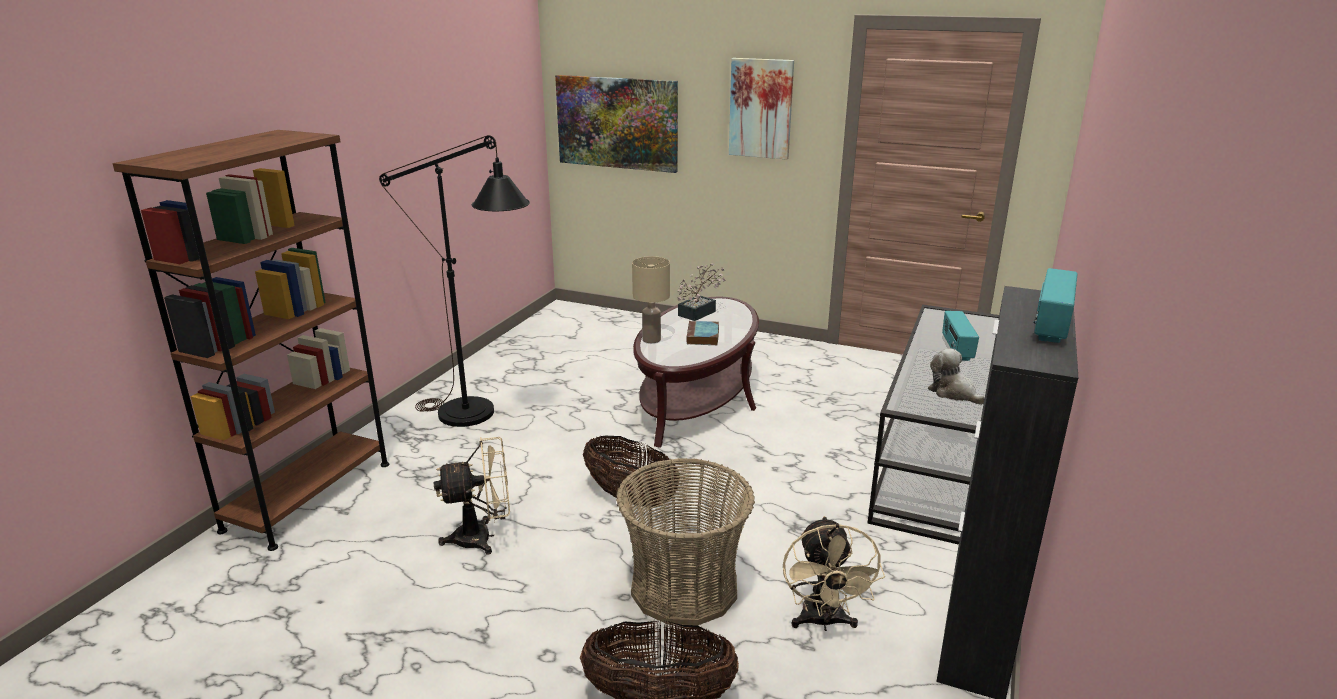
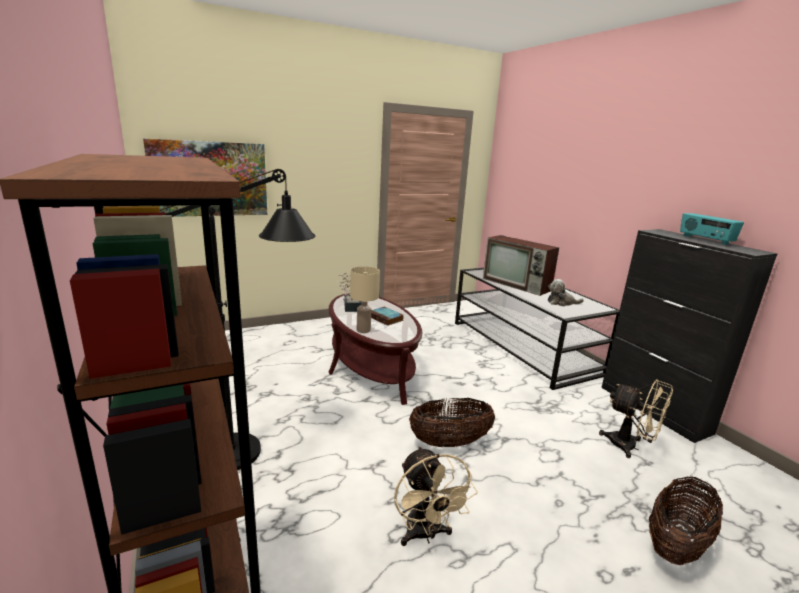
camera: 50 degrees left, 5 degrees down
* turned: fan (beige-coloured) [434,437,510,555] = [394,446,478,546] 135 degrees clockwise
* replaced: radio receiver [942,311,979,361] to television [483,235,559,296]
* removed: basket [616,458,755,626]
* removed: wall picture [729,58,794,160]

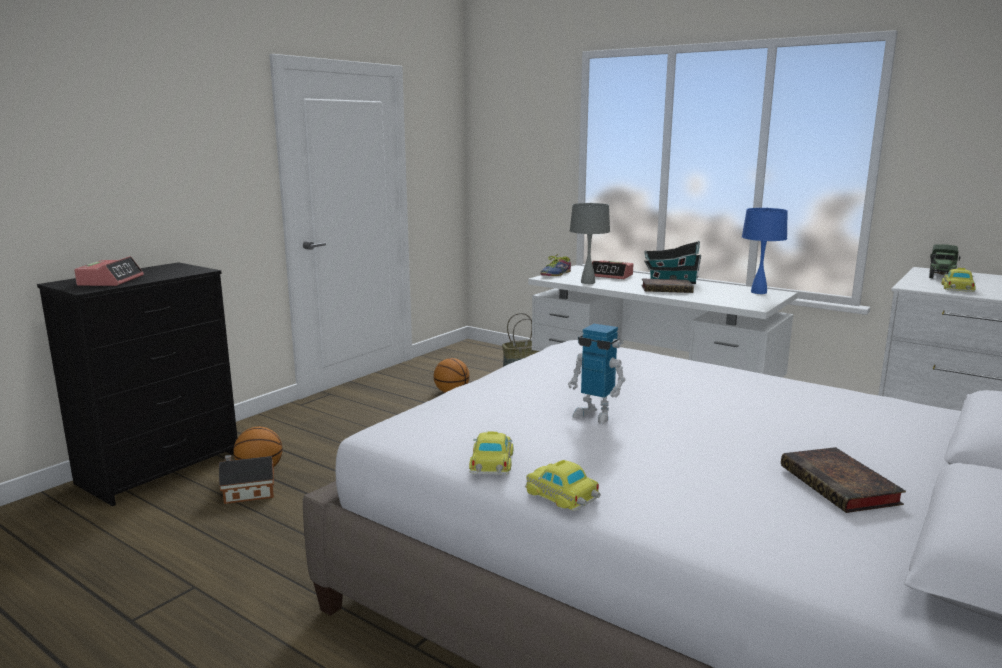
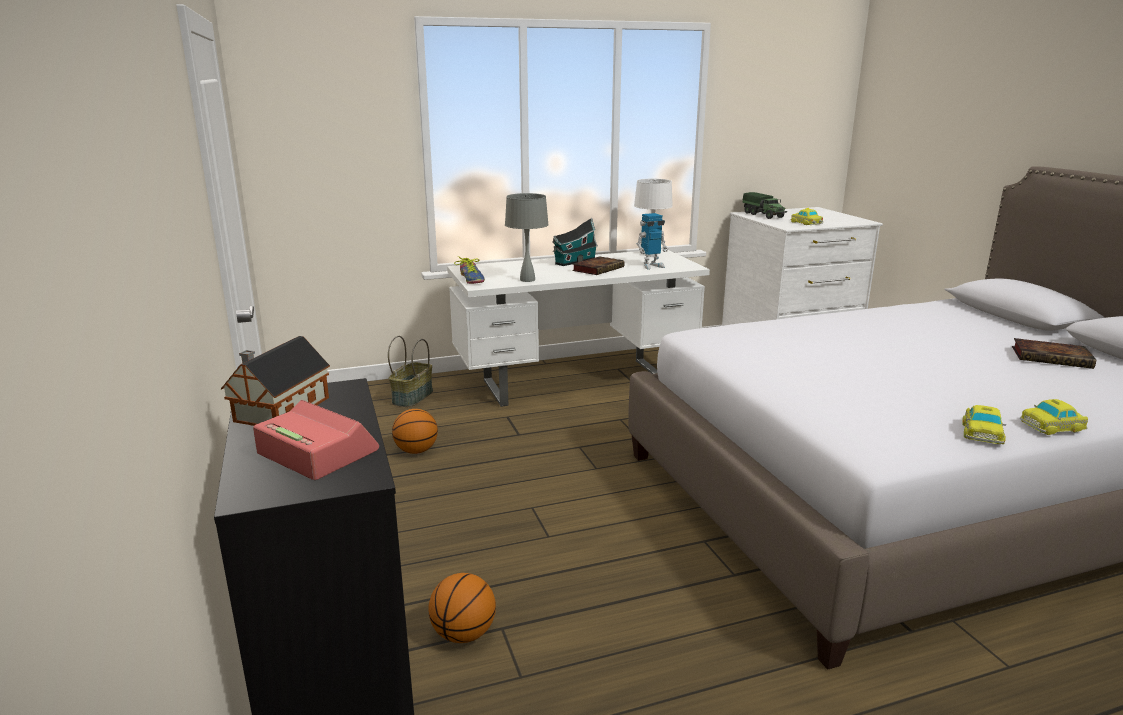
camera: 55 degrees left, 5 degrees up
* moved: miniature house [219,455,274,504] to [221,336,330,426]
* recoloured: lamp for a table (blue-coloured) [742,207,788,294] to lamp for a table (whitish) [634,179,673,257]
* moved: model robot [568,324,625,424] to [637,213,668,270]
* turned: toy car [469,432,514,474] = [962,405,1006,444] 105 degrees counterclockwise
* removed: bedside clock [592,260,633,279]

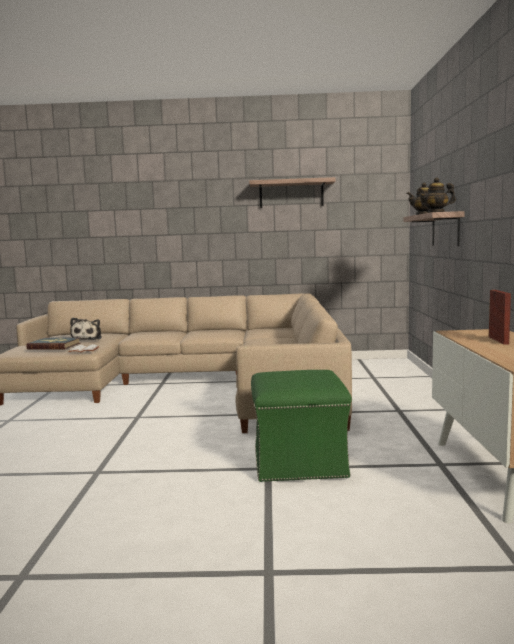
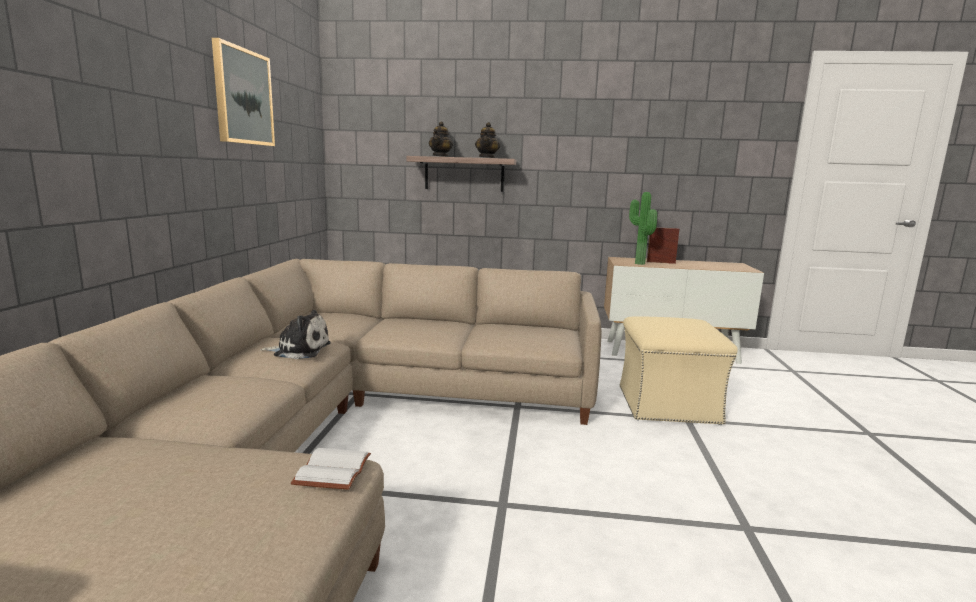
camera: 85 degrees left, 5 degrees up
* replaced: wall shelf [249,177,336,208] to wall picture [212,38,275,146]
* moved: soft toy [70,318,102,340] to [260,310,331,359]
* recoloured: ottoman (greenish) [251,370,352,482] to ottoman (beige-coloured) [619,317,738,425]
* added: plant in a pot [629,192,657,265]
* removed: volume [26,337,80,349]

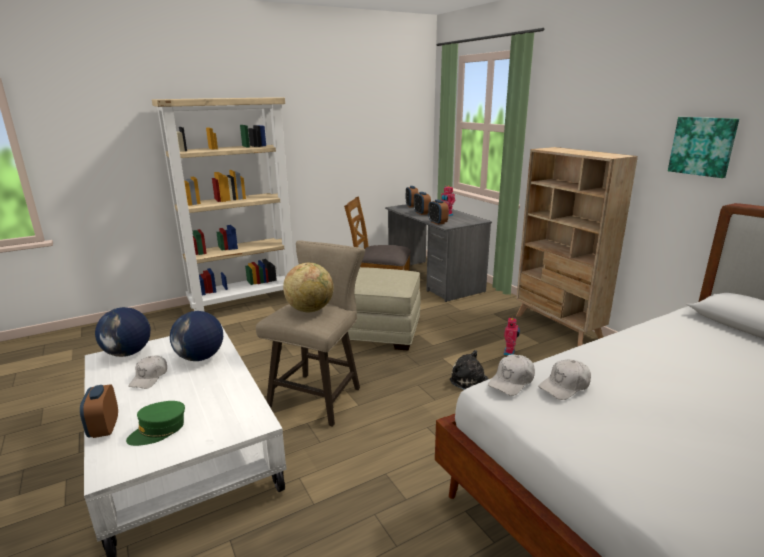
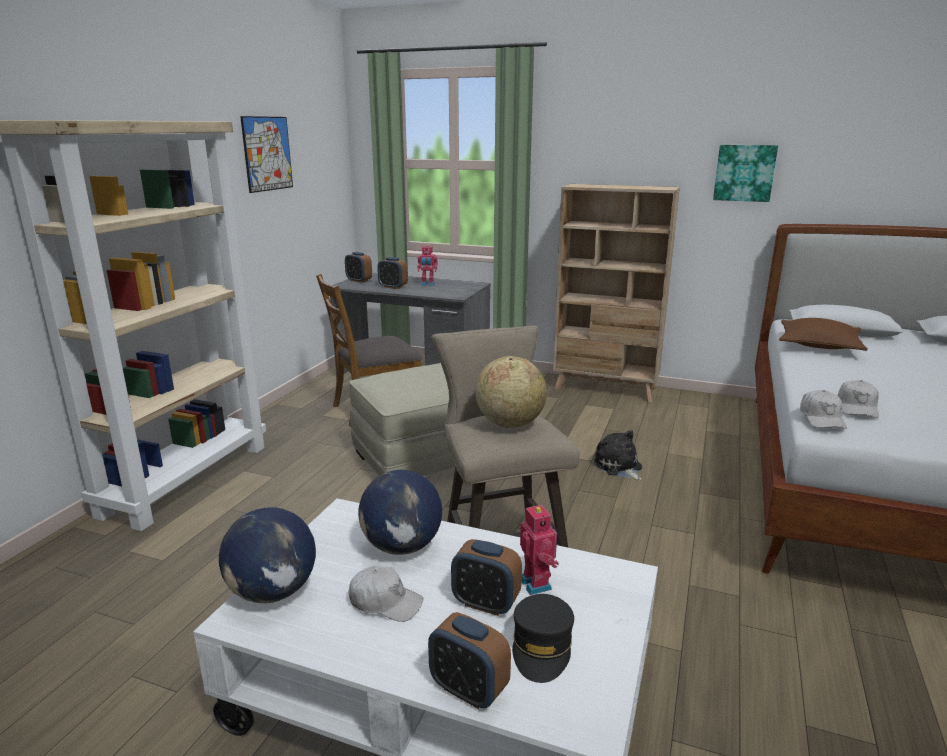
camera: 40 degrees left, 0 degrees up
* added: wall picture [240,116,293,193]
* turned: peaked cap (whitish) [128,355,167,389] = [349,566,424,622] 45 degrees counterclockwise
* moved: bedside clock [428,200,449,225] to [451,539,522,616]
* recoloured: peaked cap (greenish) [126,401,185,446] to peaked cap (blackish) [512,594,574,683]
* moved: model robot [503,318,520,355] to [520,503,559,595]
* turned: soft toy [450,350,489,390] = [594,430,642,481] 60 degrees clockwise
* added: throw pillow (brown-coloured) [779,318,868,351]

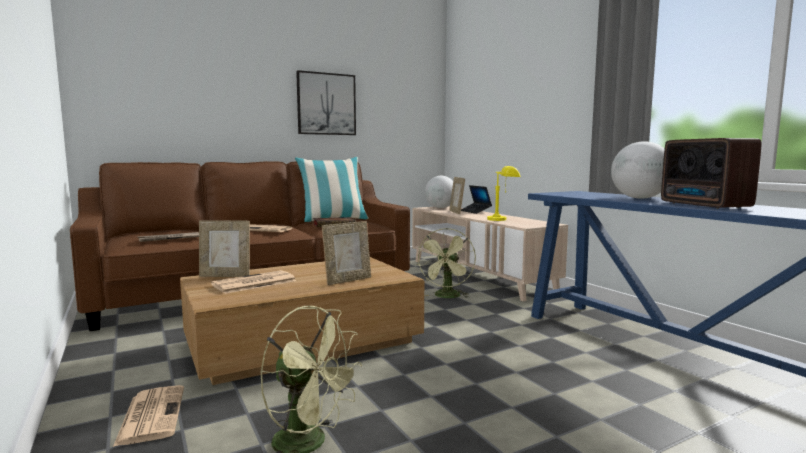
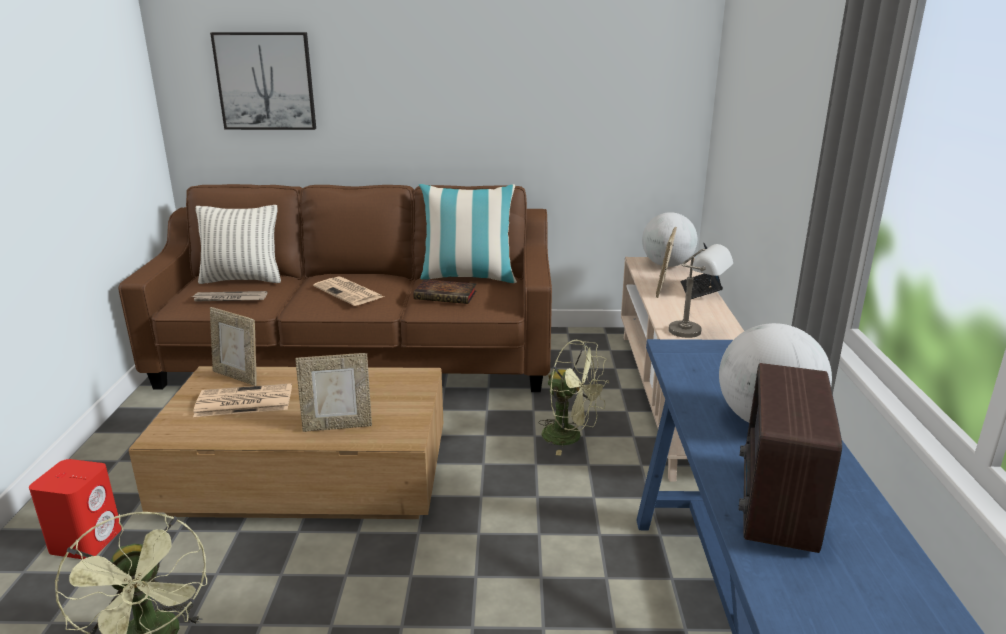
camera: 30 degrees right, 15 degrees up
* replaced: newspaper [113,385,184,447] to speaker (red) [29,459,122,559]
* added: throw pillow [195,205,281,284]
* moved: wall picture [296,70,356,135] to [210,32,316,130]
* turned: fan (greenish) [418,228,476,298] = [538,340,609,456] 105 degrees counterclockwise
* recoloured: lamp for a table (yellowish) [487,166,520,221] to lamp for a table (greyish) [669,244,733,338]

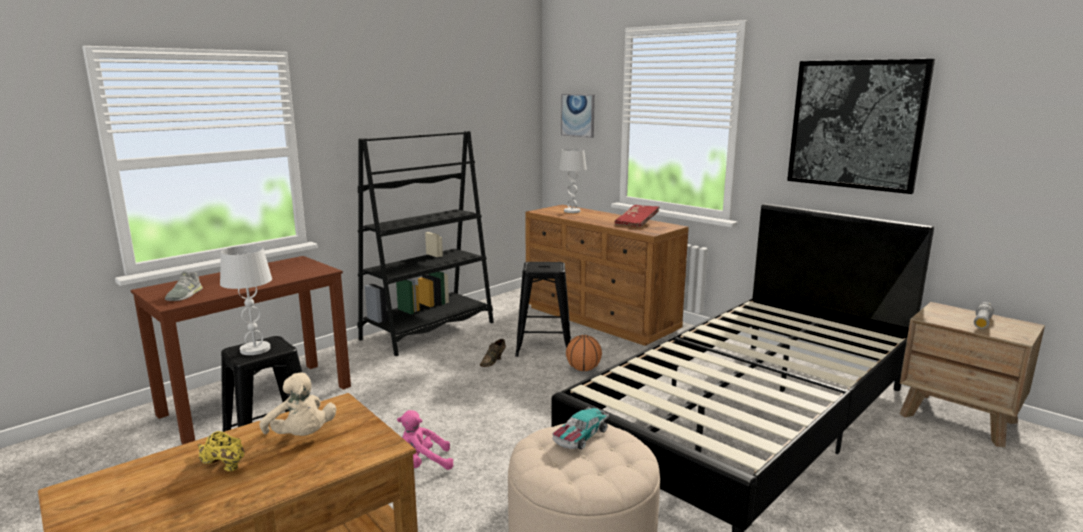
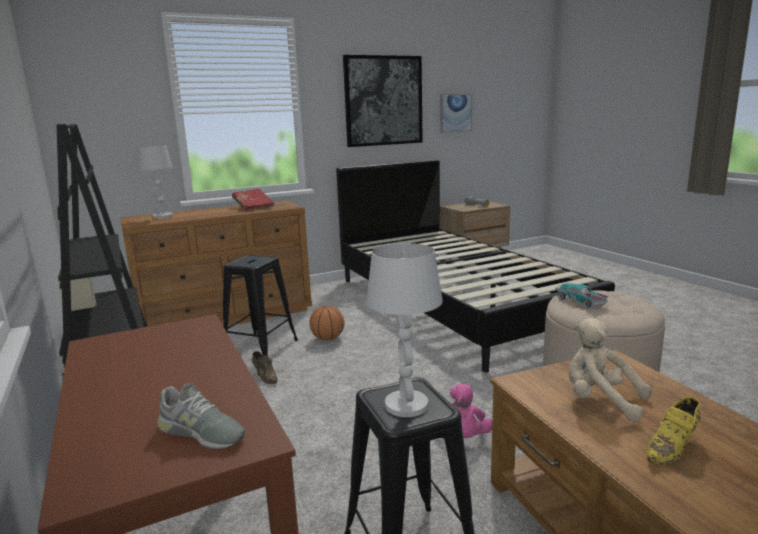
camera: 70 degrees left, 0 degrees up
* moved: wall picture [561,94,595,138] to [440,94,472,133]
* turned: soft toy (beige-coloured) [259,372,336,436] = [568,318,651,421] 120 degrees counterclockwise

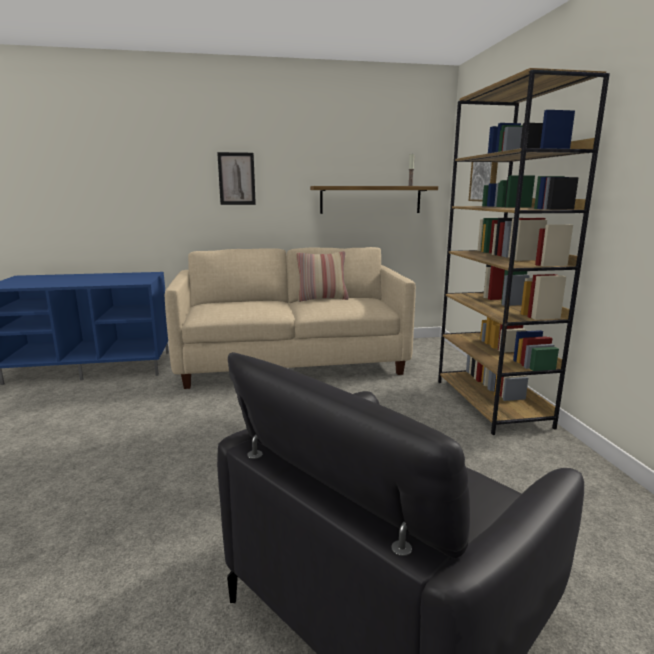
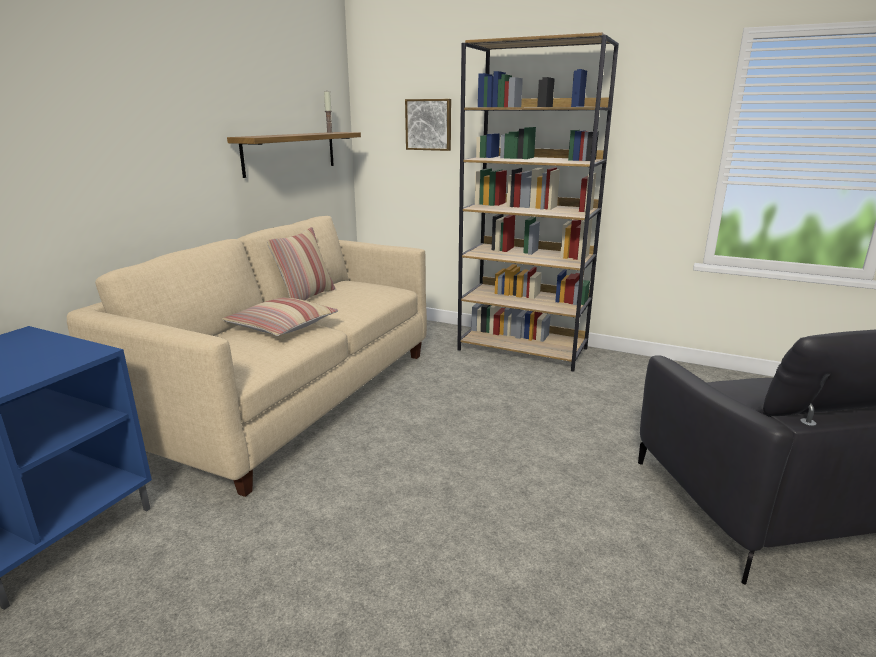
camera: 55 degrees left, 5 degrees up
* added: throw pillow [222,297,338,336]
* removed: wall picture [217,152,256,205]

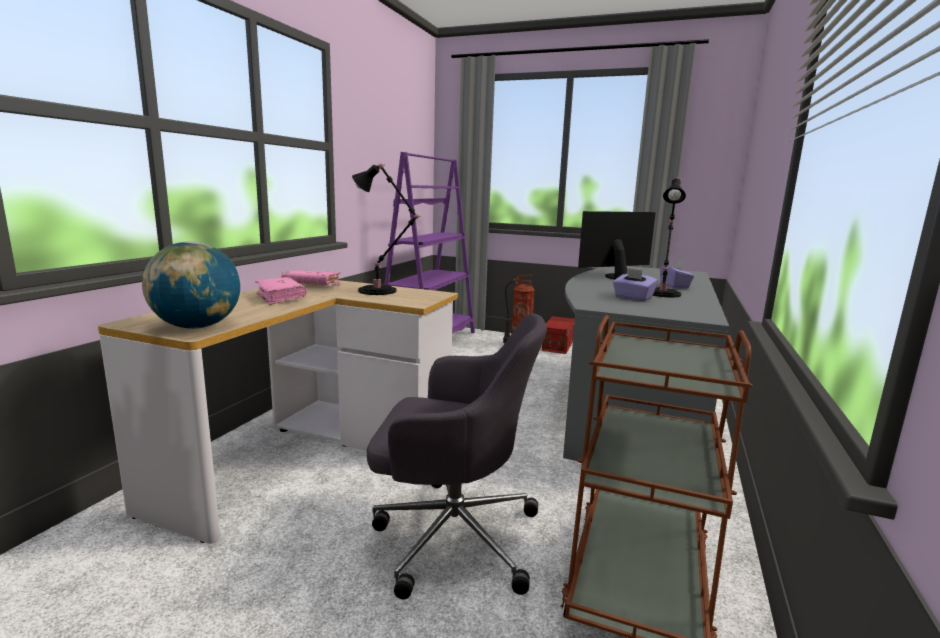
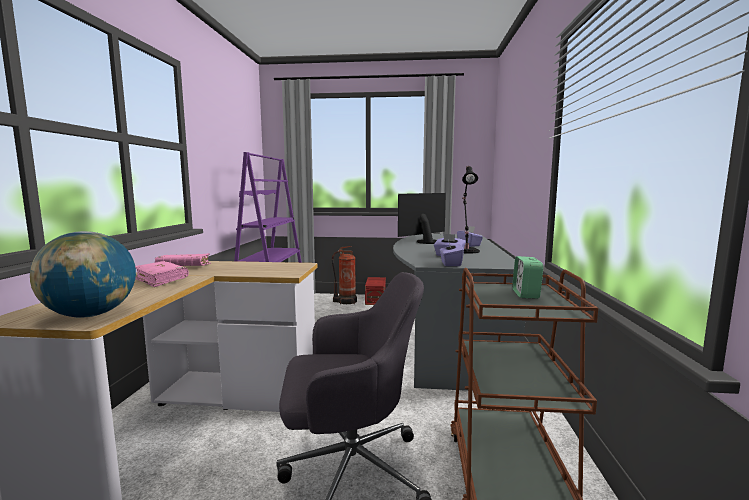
camera: 15 degrees left, 5 degrees down
* added: tissue holder (purple) [439,240,464,266]
* added: bedside clock [512,256,543,299]
* removed: lamp for a table (blackish) [352,164,419,295]

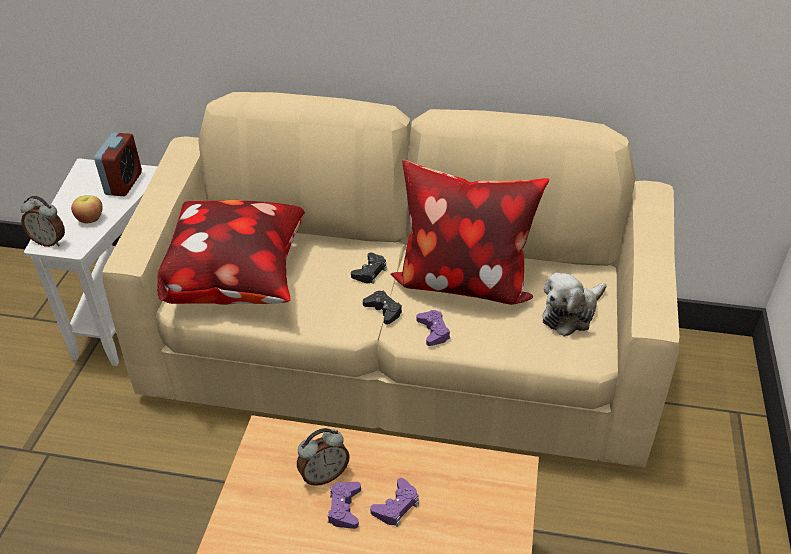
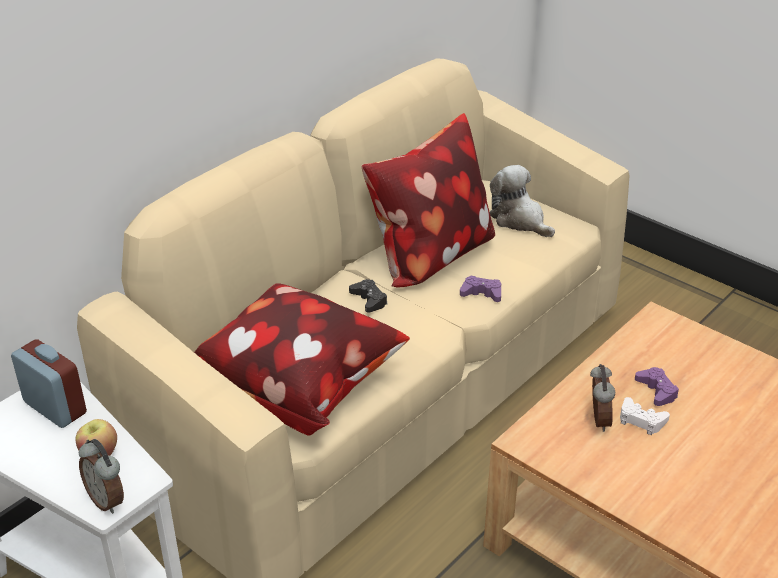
camera: 60 degrees left, 5 degrees down
* turned: bedside clock [20,196,65,247] = [79,439,124,514] 90 degrees clockwise
* turned: soft toy [542,273,607,336] = [490,165,555,237] 150 degrees clockwise
* recoloured: game controller (purple) [328,482,361,529] to game controller (whitish) [620,397,670,435]
* removed: game controller (blackish) [363,291,402,325]

